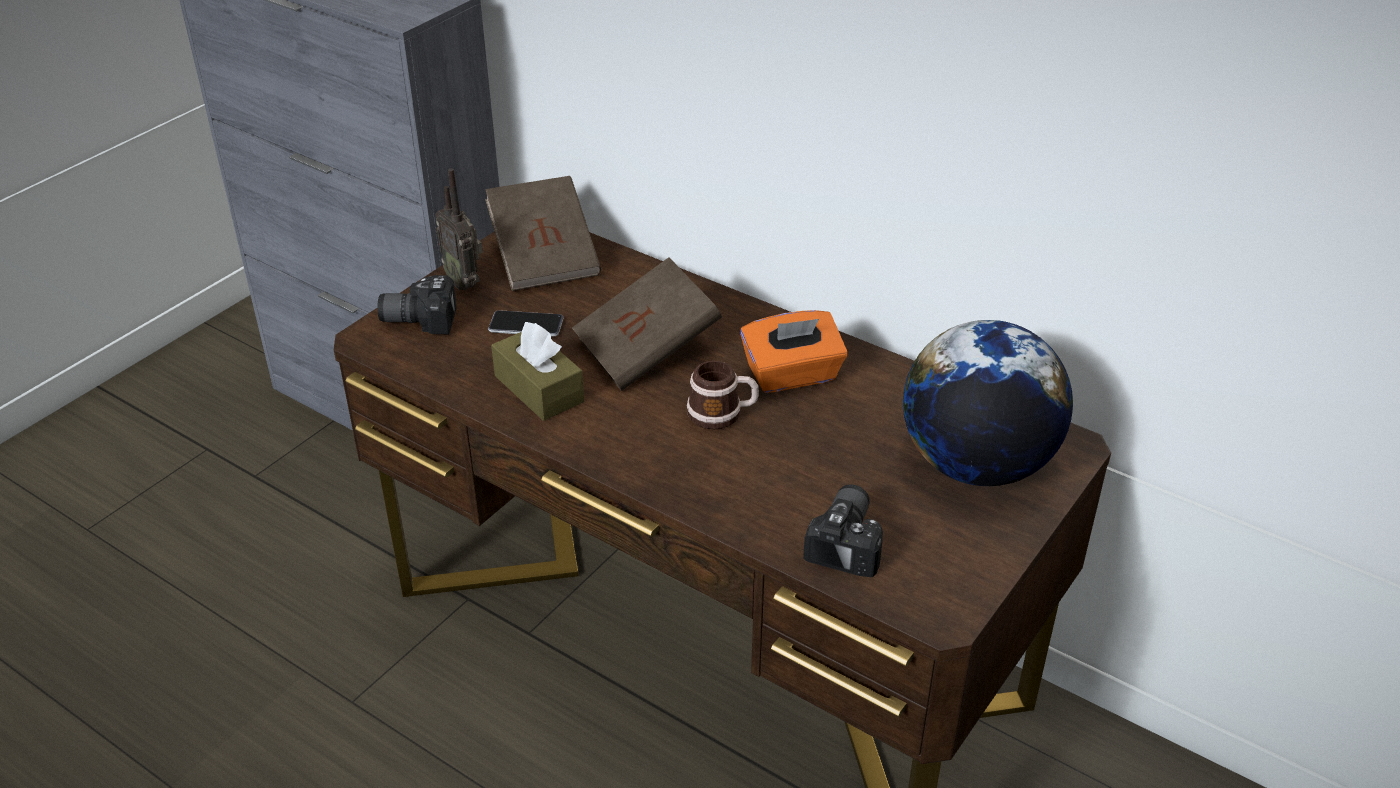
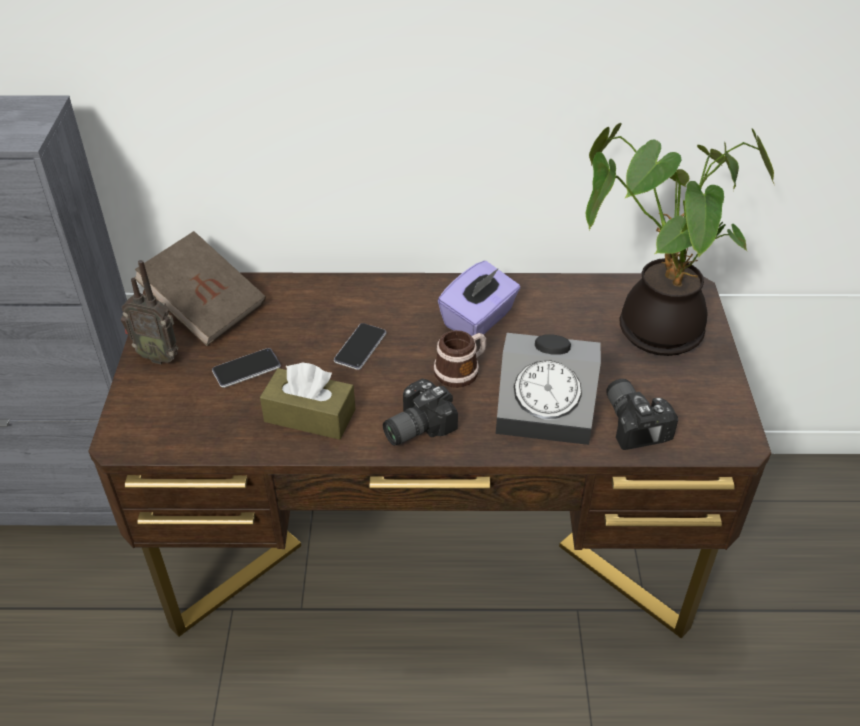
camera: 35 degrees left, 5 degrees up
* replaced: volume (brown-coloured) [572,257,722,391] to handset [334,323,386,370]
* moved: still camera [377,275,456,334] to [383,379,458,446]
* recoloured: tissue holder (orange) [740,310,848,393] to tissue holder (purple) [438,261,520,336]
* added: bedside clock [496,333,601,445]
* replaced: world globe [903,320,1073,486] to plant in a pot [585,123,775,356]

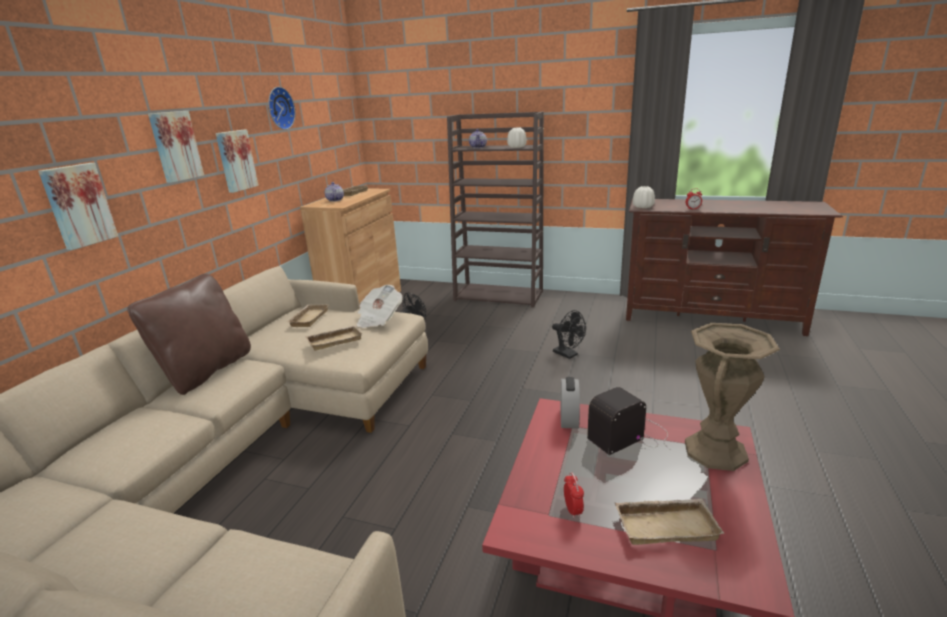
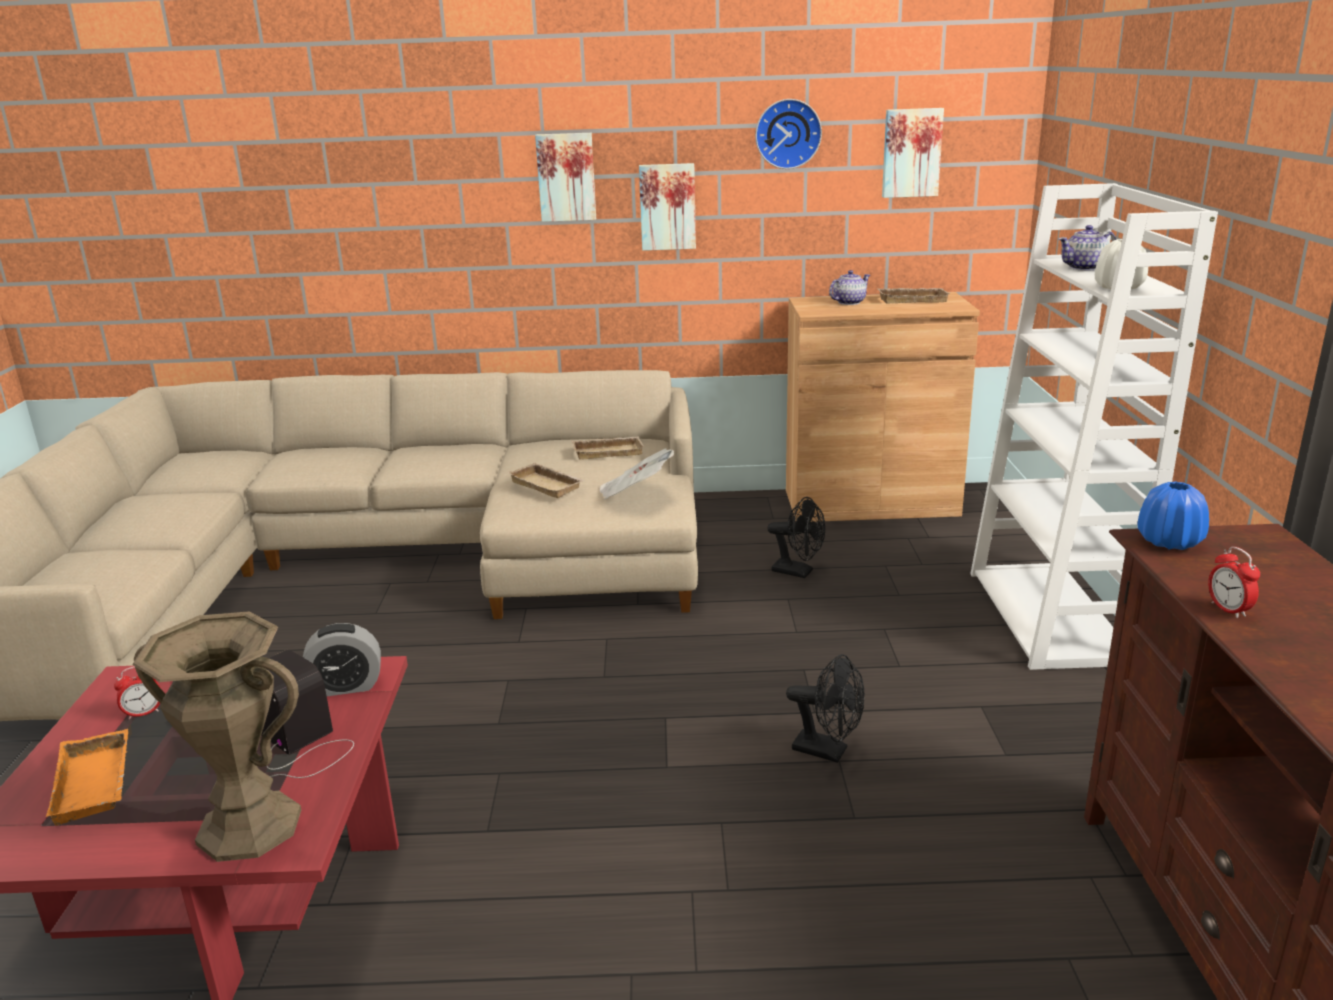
camera: 70 degrees right, 0 degrees up
* recoloured: tray (beige-coloured) [615,499,724,545] to tray (orange) [46,729,128,826]
* turned: fan (blackish) [552,310,586,359] = [786,654,865,763] 90 degrees counterclockwise
* moved: wall picture [38,163,118,250] to [882,108,944,198]
* recoloured: bookshelf (brown-coloured) [447,112,544,308] to bookshelf (whitish) [970,183,1218,670]
* recoloured: decorative vase (whitish) [633,186,655,208] to decorative vase (blue-coloured) [1137,481,1209,550]
* removed: throw pillow (brown-coloured) [127,274,251,395]

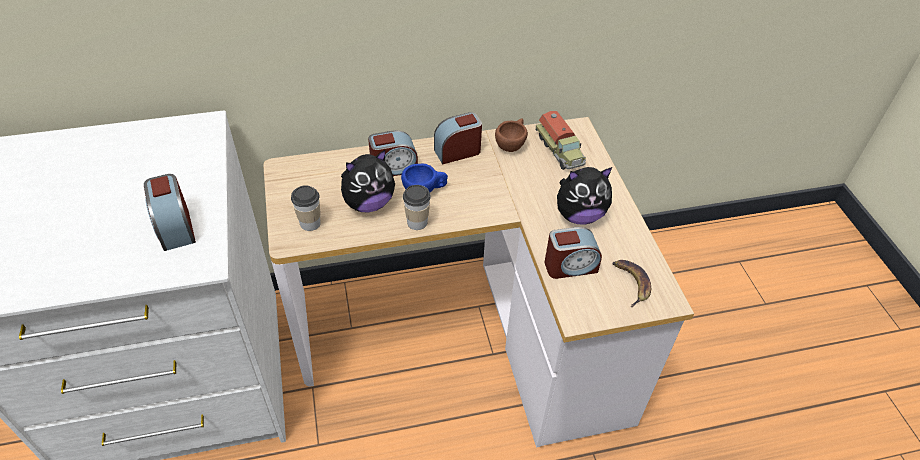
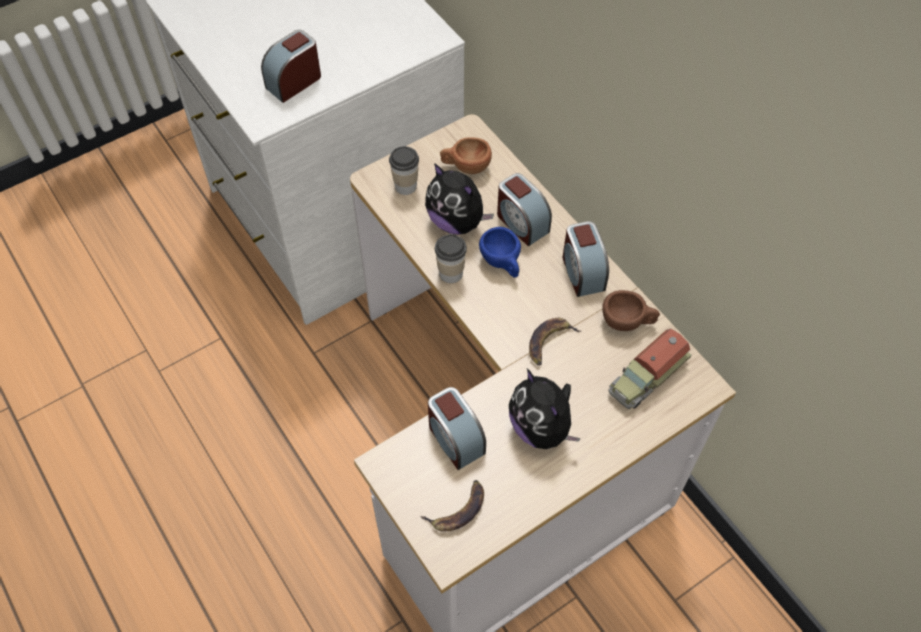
camera: 70 degrees right, 10 degrees up
* added: drinking cup (brown-coloured) [440,137,492,174]
* added: banana fruit [529,318,581,366]
* turned: bedside clock [434,112,482,164] = [562,221,609,297] 150 degrees counterclockwise

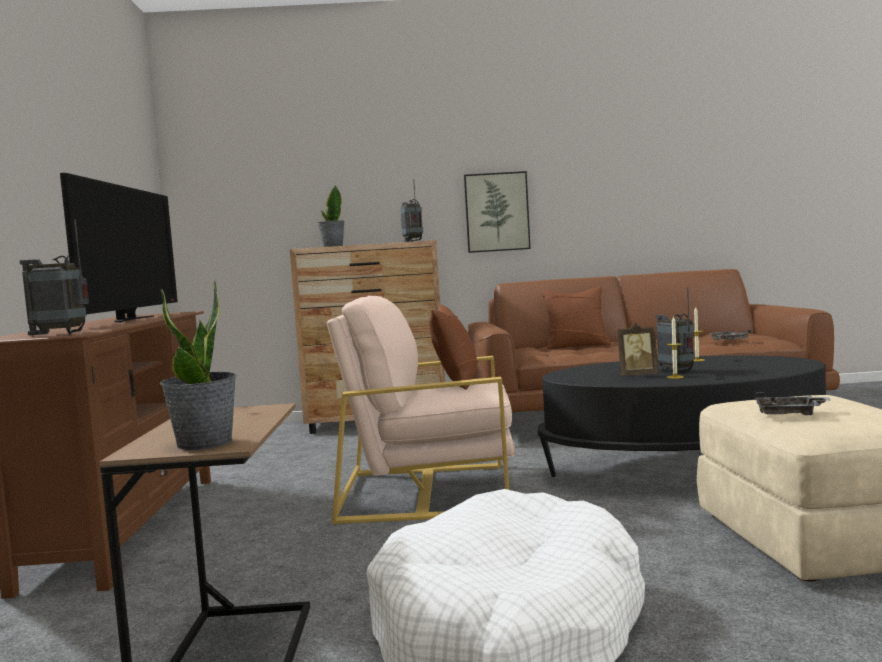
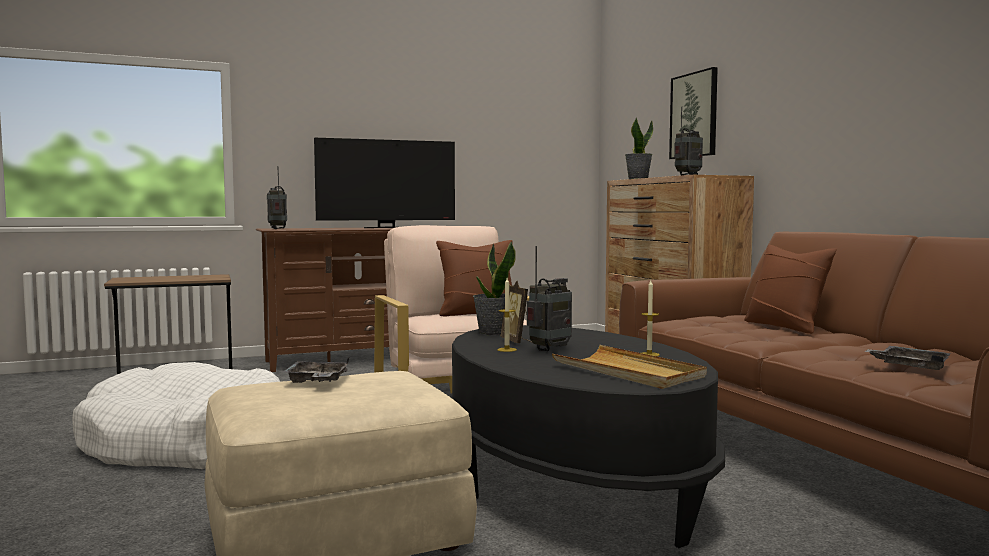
camera: 70 degrees right, 0 degrees up
* moved: plant in a pot [160,281,237,450] to [473,241,516,335]
* added: tray (beige-coloured) [552,345,707,389]
* moved: wall picture [464,171,531,253] to [669,67,718,159]

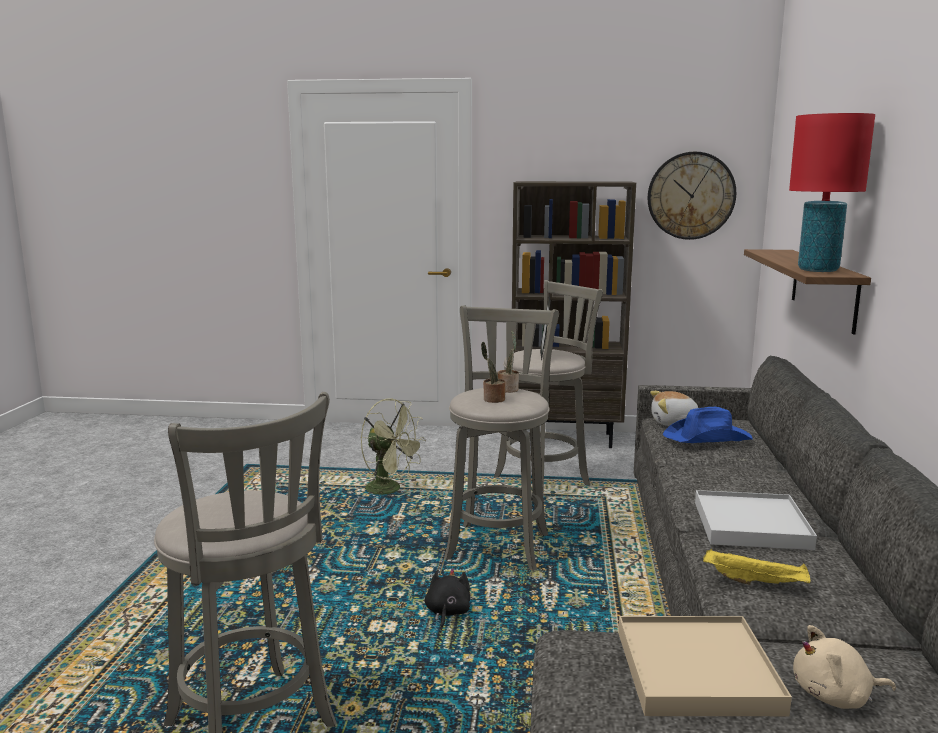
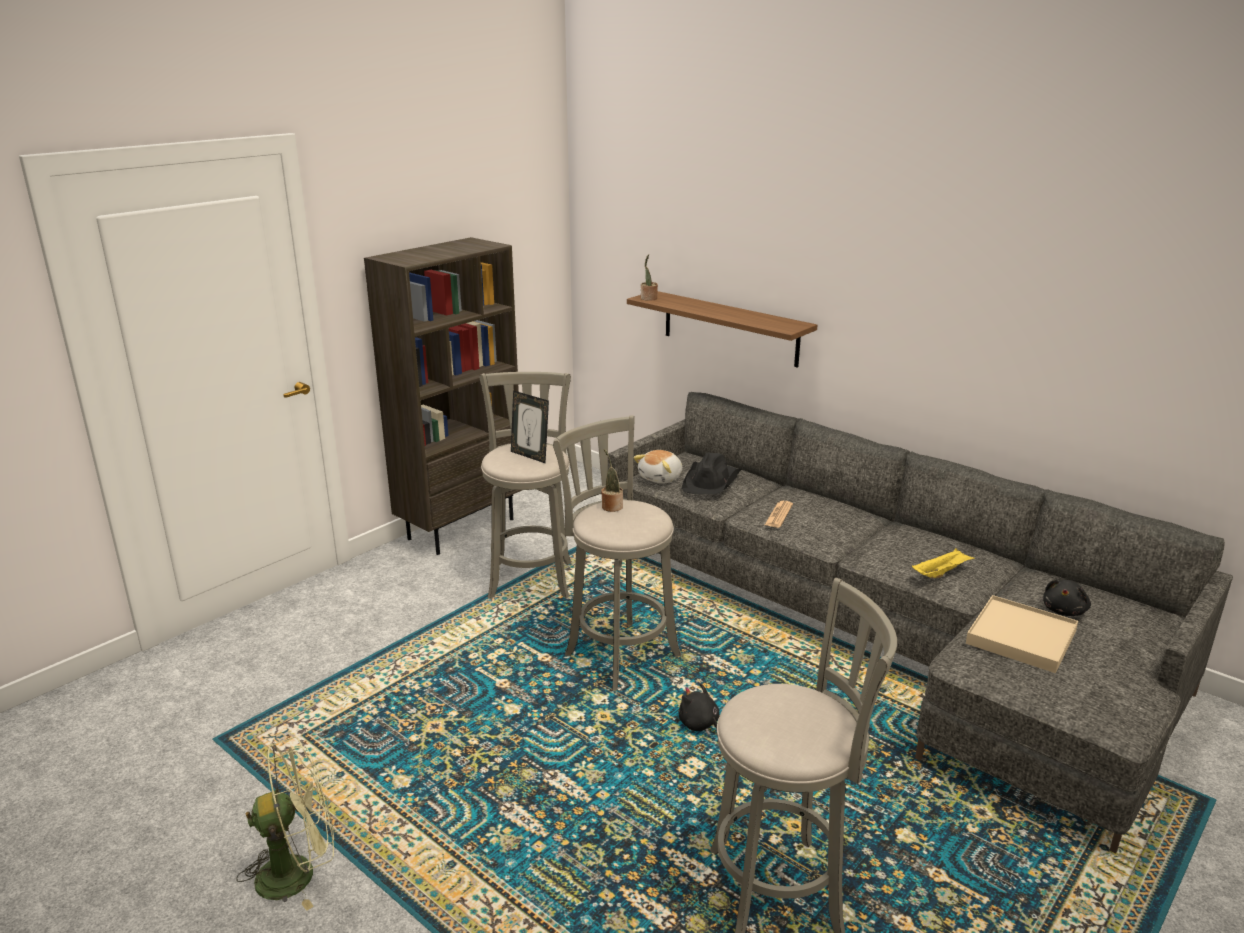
camera: 55 degrees left, 10 degrees up
* moved: fan (greenish) [360,398,426,495] to [236,737,334,911]
* moved: plant in a pot [481,342,505,403] to [641,254,658,301]
* recoloured: hat (blue-coloured) [663,407,753,443] to hat (blackish) [681,453,742,494]
* added: newspaper [765,501,793,528]
* recoloured: soft toy (beige-coloured) [793,625,896,709] to soft toy (blackish) [1043,579,1091,616]
* removed: wall clock [648,152,736,240]
* removed: tray (whitish) [695,490,817,550]
* removed: lamp for a table (red) [789,113,875,272]

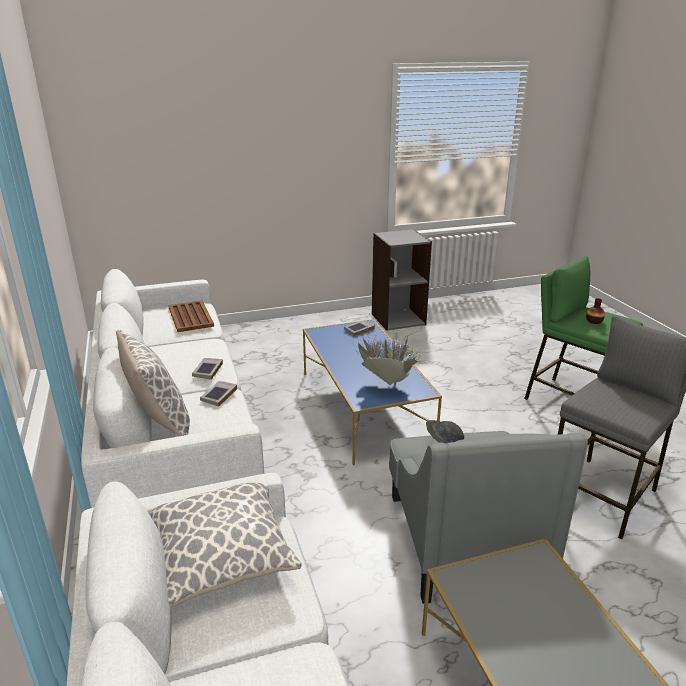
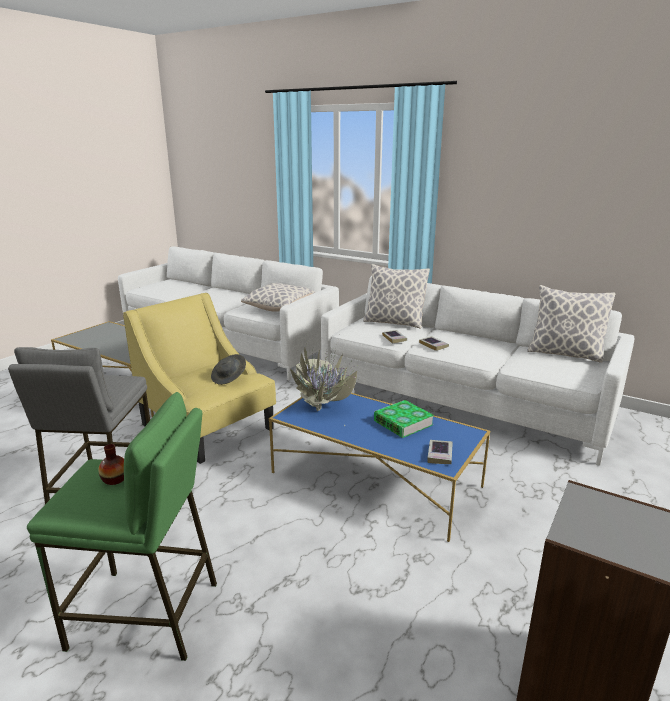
camera: 140 degrees right, 5 degrees down
* recoloured: lounge chair (greyish) [389,431,588,604] to lounge chair (yellowish) [123,293,276,464]
* added: volume [374,400,434,438]
* added: throw pillow [527,285,616,363]
* removed: tray (brown-coloured) [168,301,214,332]

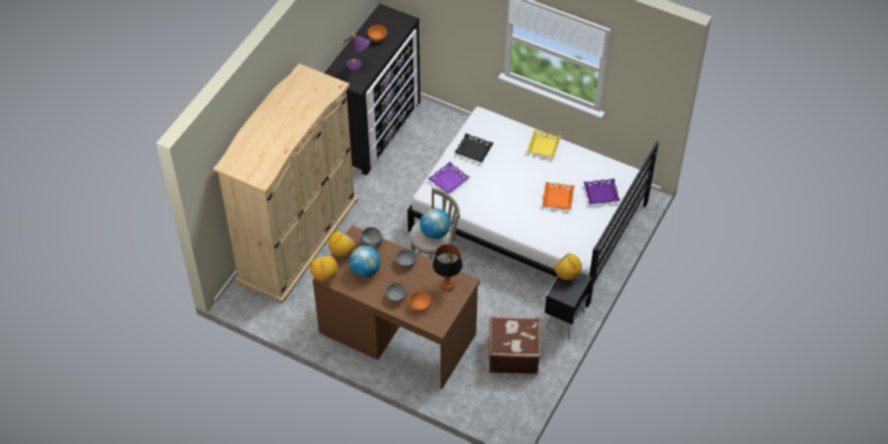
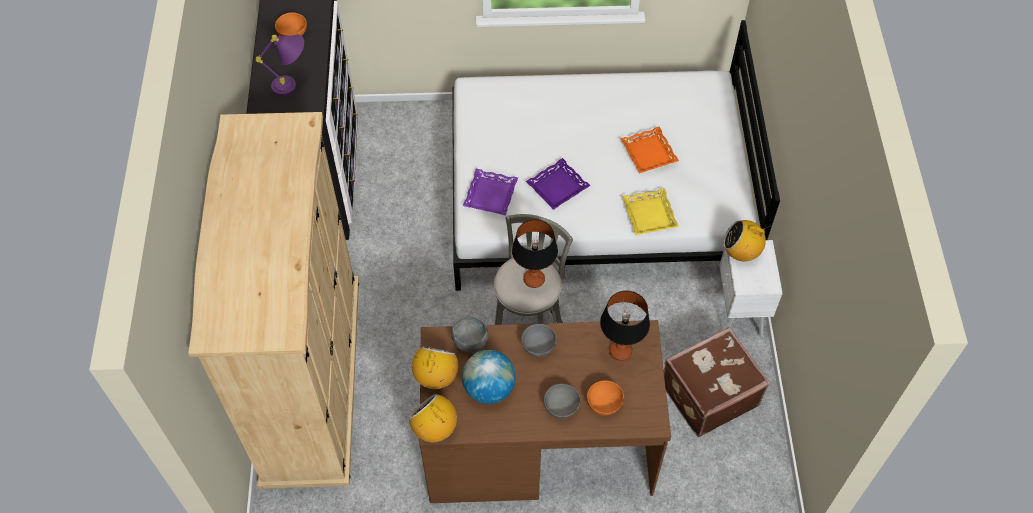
camera: 30 degrees left, 5 degrees up
* replaced: world globe [420,208,450,239] to lamp for a table [512,219,558,288]
* moved: tray (purple) [584,179,620,204] to [526,158,590,210]
* moved: tray (yellowish) [527,130,561,158] to [622,188,679,235]
* recoloured: night table (blackish) [544,272,592,340] to night table (whitish) [715,240,783,337]
* removed: tray (blackish) [454,133,494,162]

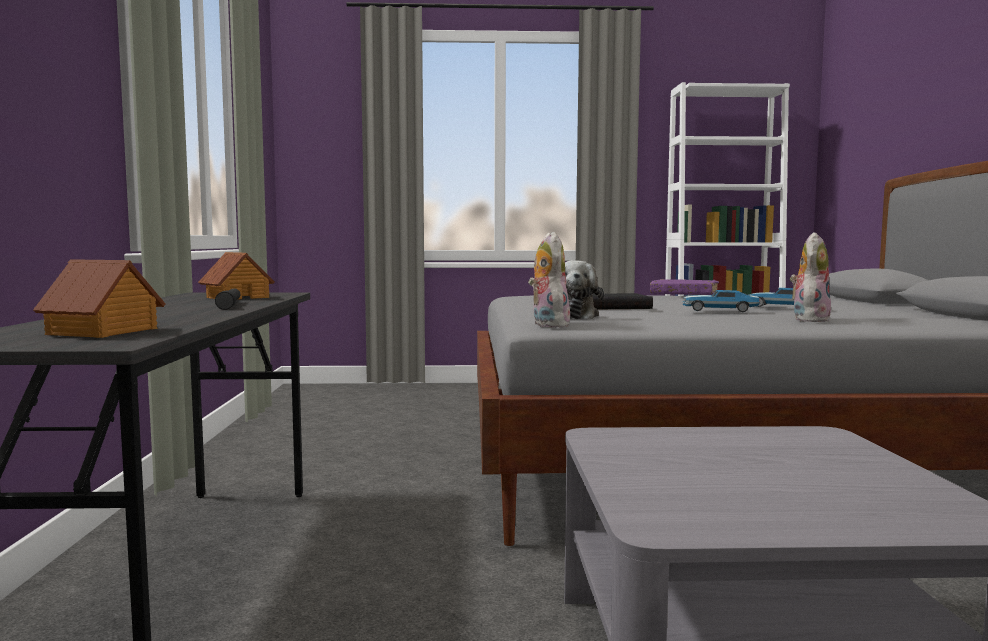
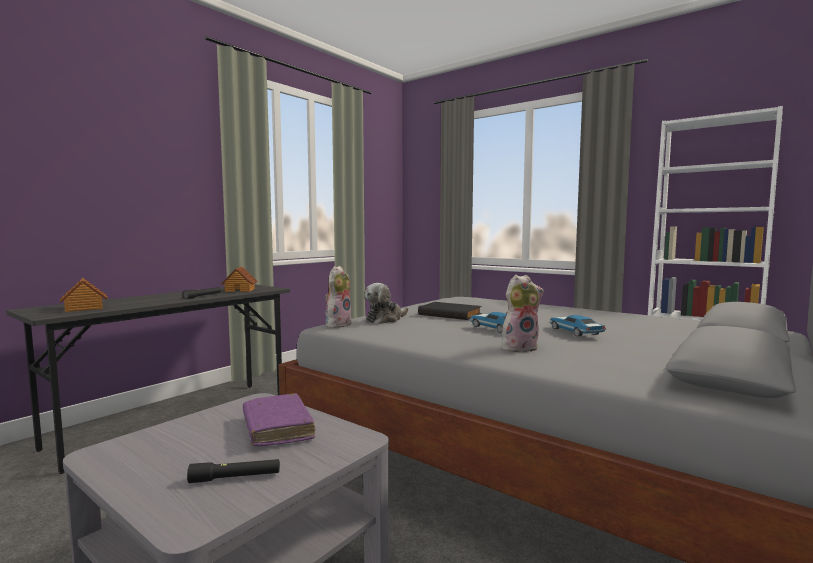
camera: 40 degrees right, 0 degrees up
* added: hand torch (blackish) [187,459,280,483]
* moved: volume (purple) [650,279,719,295] to [243,393,315,446]

